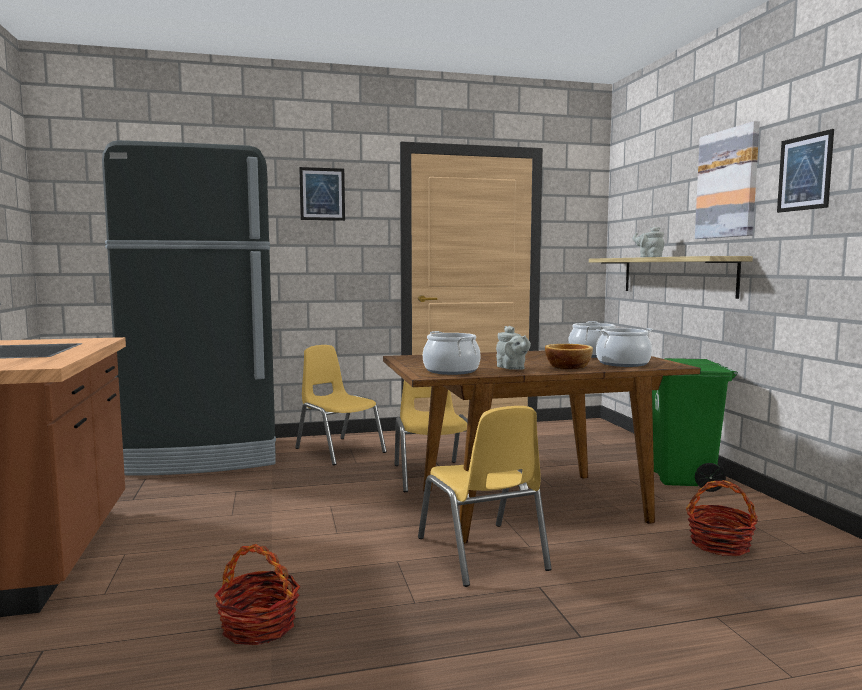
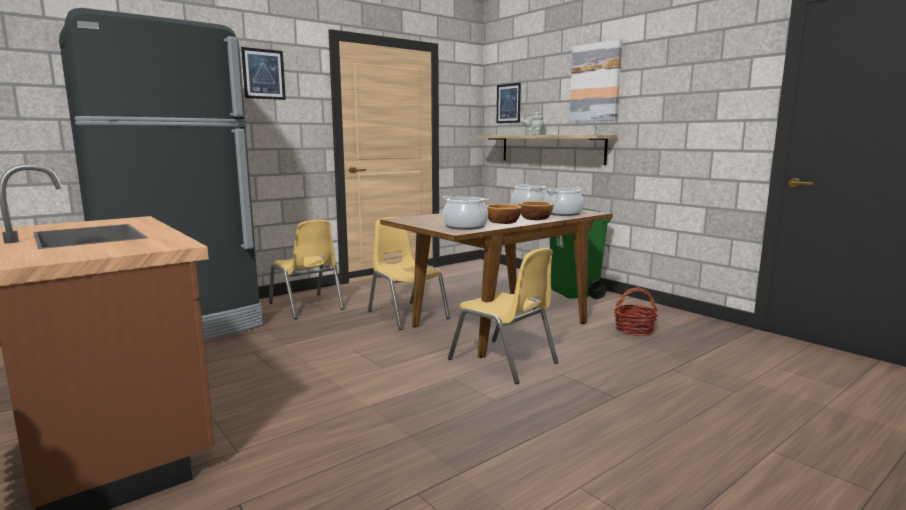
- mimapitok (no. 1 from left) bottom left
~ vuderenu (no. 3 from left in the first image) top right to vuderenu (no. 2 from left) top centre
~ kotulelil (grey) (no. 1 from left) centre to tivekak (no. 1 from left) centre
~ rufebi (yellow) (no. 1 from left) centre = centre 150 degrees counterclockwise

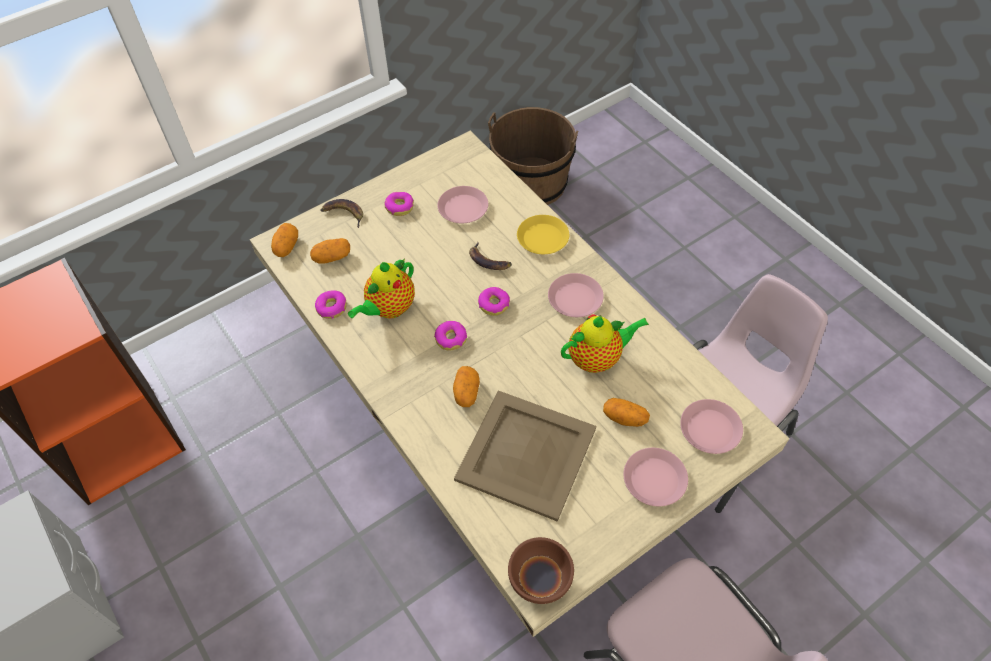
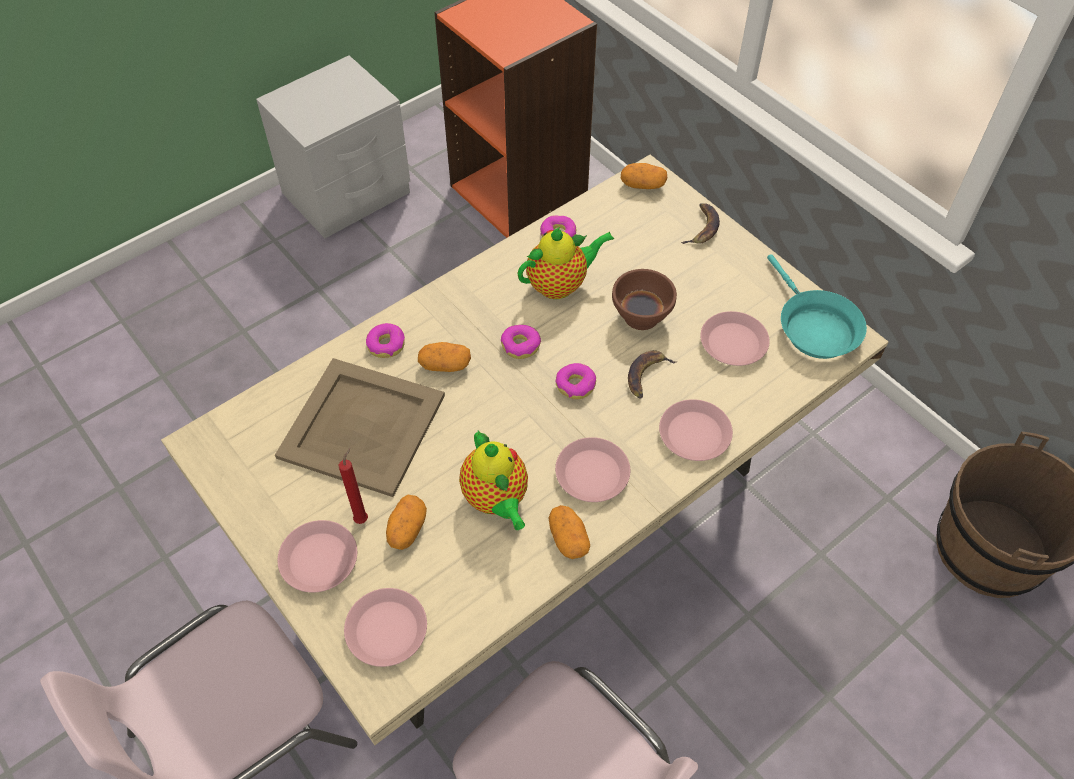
+ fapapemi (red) middle left
+ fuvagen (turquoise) middle right
~ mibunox (no. 2 from left in the first image) middle left to mibunox (no. 3 from left) bottom centre
~ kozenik (no. 2 from left in the first image) top centre to kozenik (no. 1 from left) centre
~ tivekak (brown) bottom centre to centre
~ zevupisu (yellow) centre to zevupisu (pink) (no. 4 from left) centre
~ kotulelil (no. 1 from left in the first image) centre = centre 120 degrees clockwise

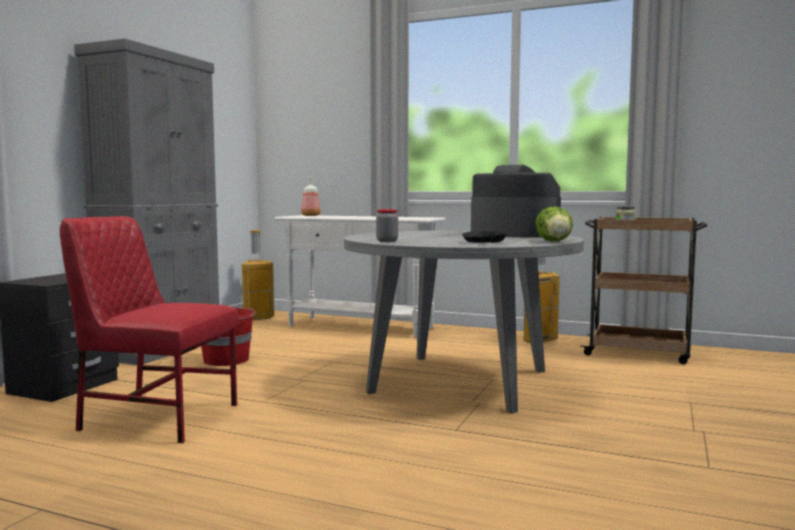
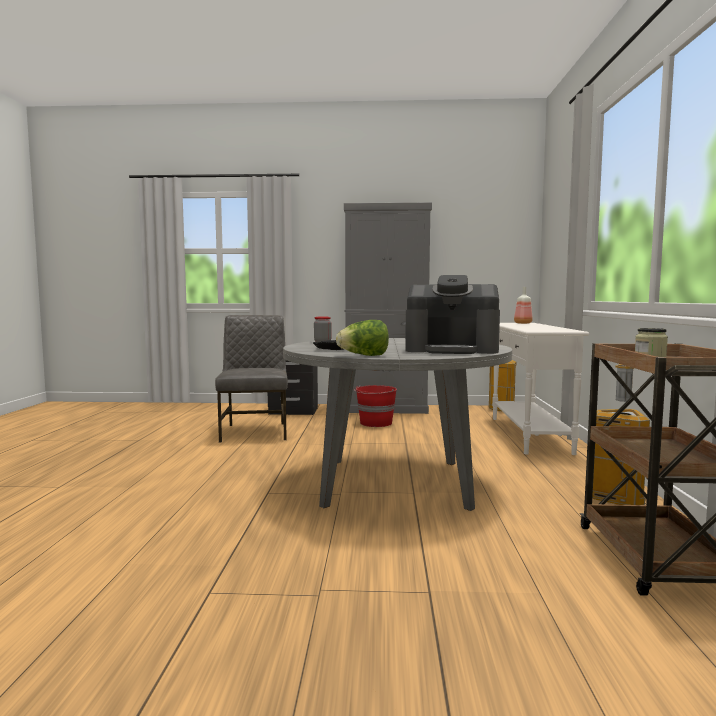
~ rufebi (red) middle left to rufebi (grey) centre
~ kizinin centre = centre 90 degrees clockwise

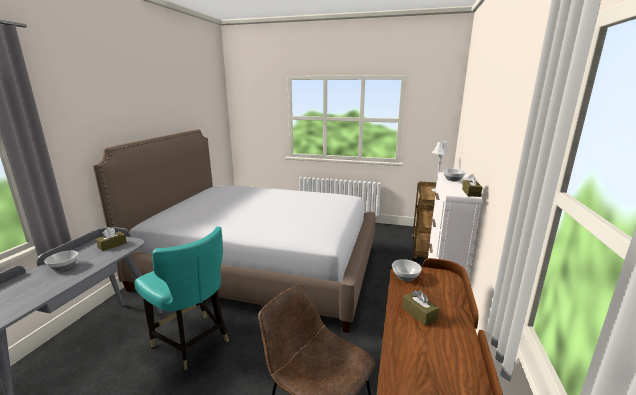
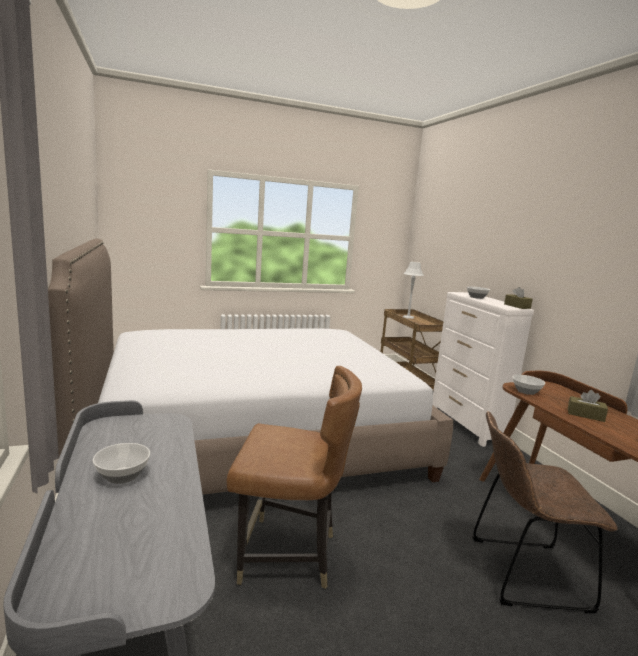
- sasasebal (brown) (no. 1 from left) middle left
~ rufebi (turquoise) bottom left to rufebi (brown) (no. 1 from left) bottom centre

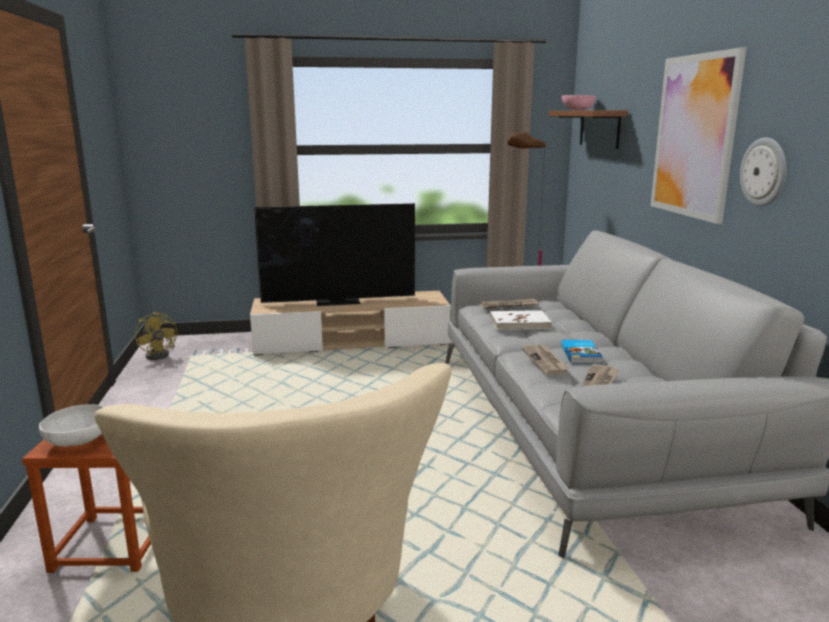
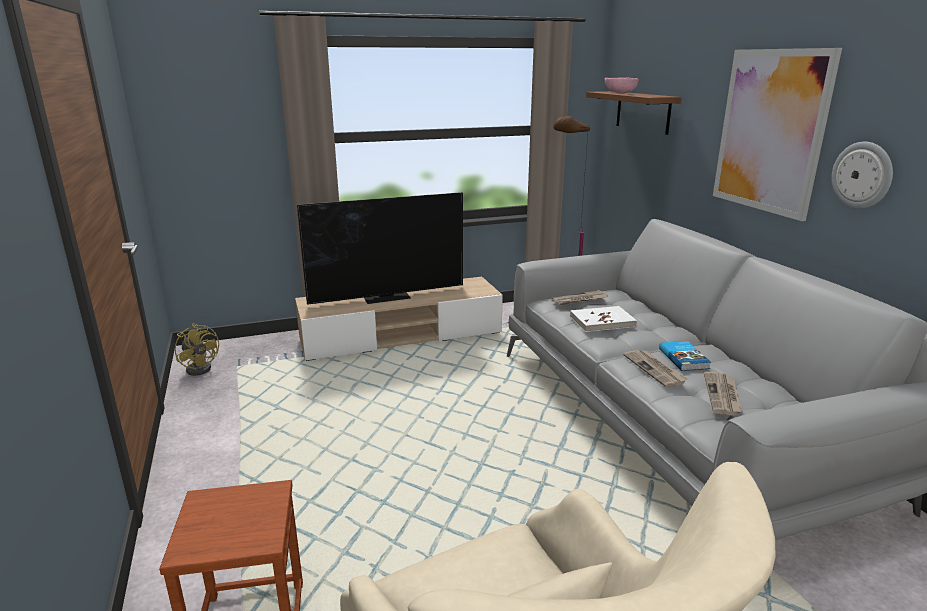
- tivekak (white) bottom left

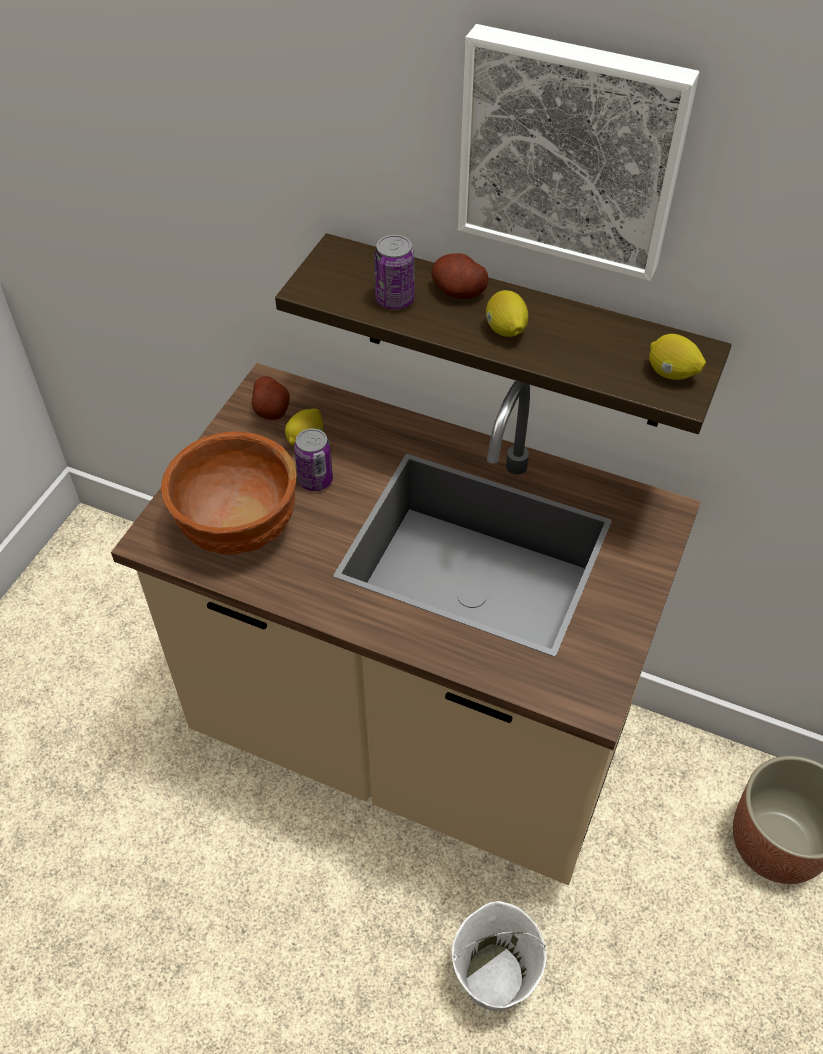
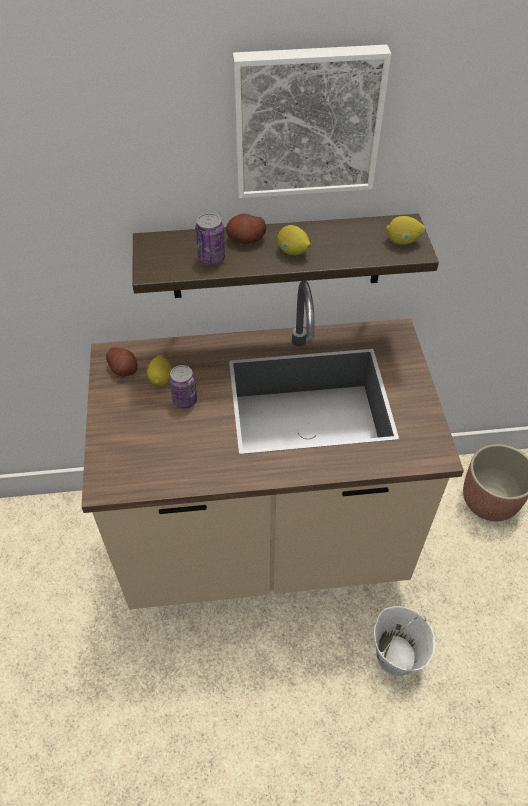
- tivekak (brown) middle left

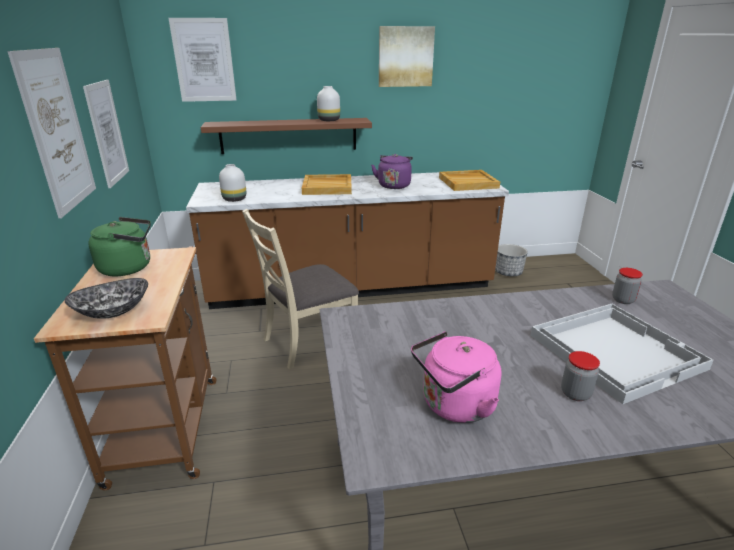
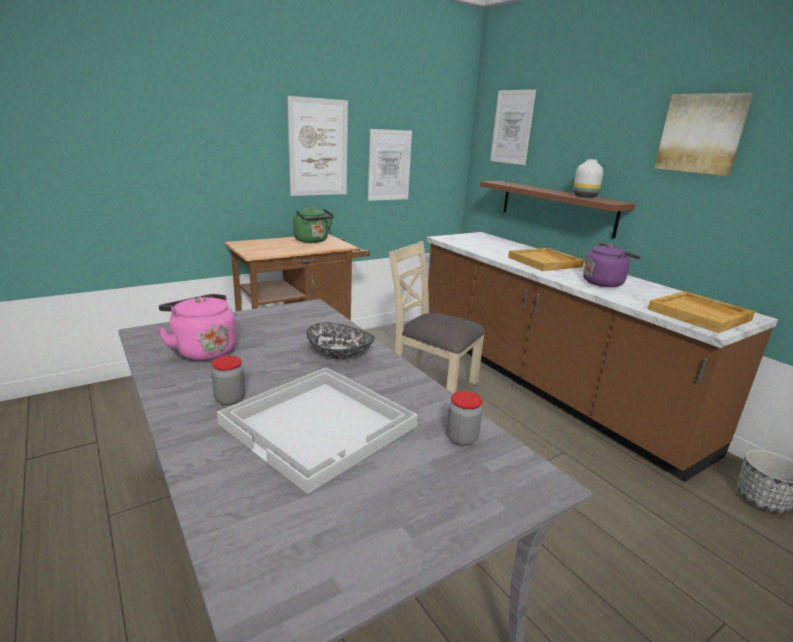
- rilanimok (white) (no. 1 from left) top left
~ tivekak middle left to centre

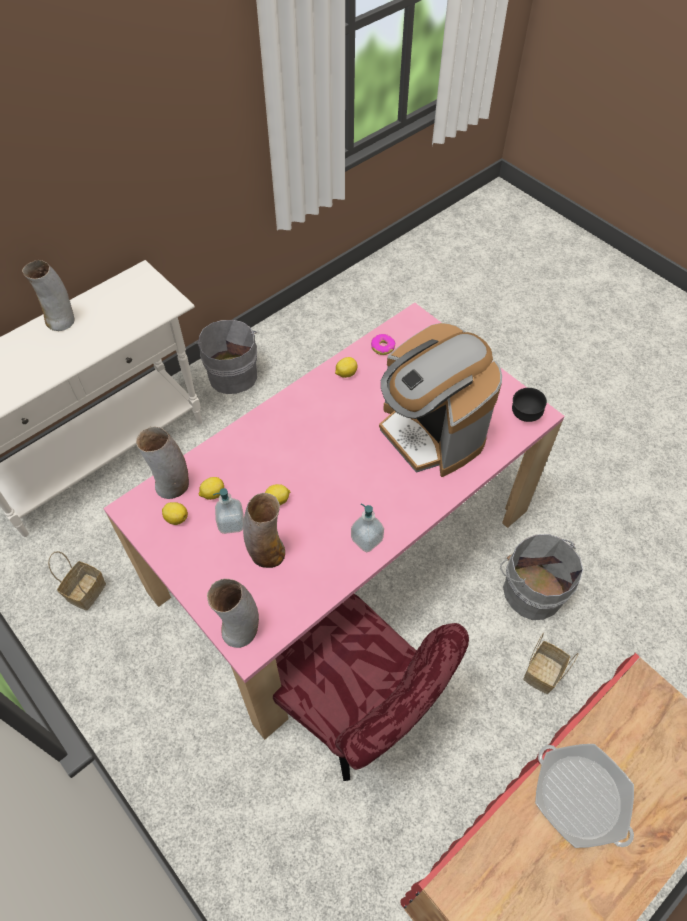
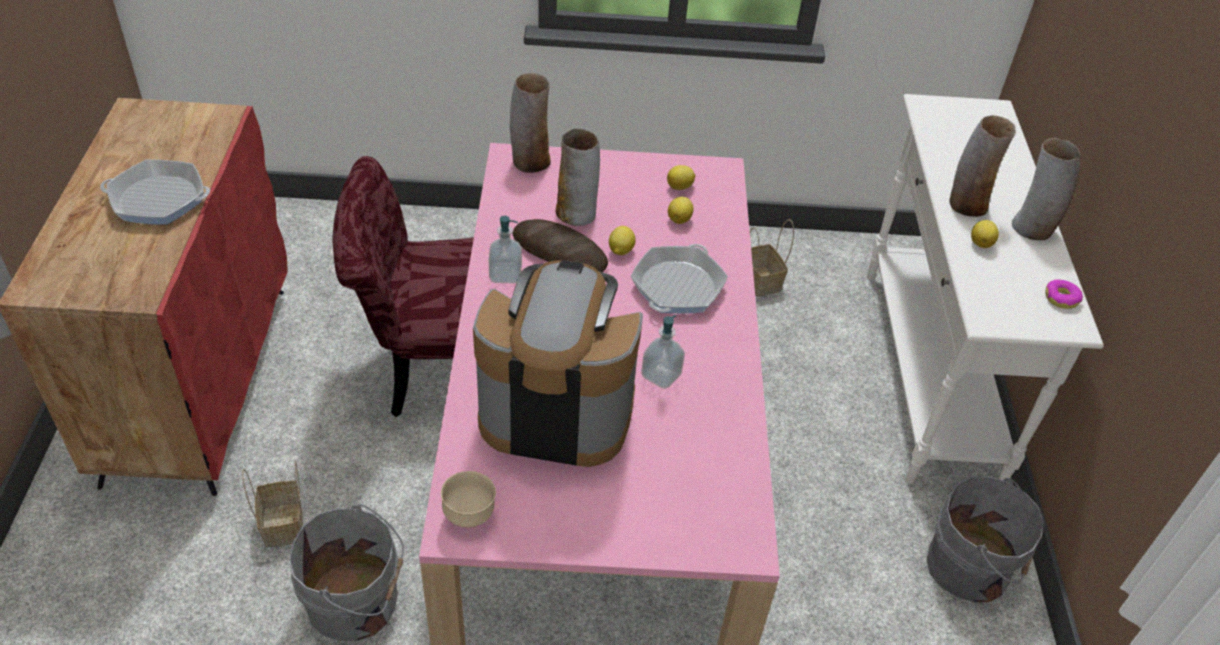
+ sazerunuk centre
+ fuvagen (no. 2 from left) centre
~ rilanimok (no. 2 from left in the first image) middle left to rilanimok (no. 3 from left) top right
~ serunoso (no. 1 from left in the first image) middle left to serunoso (no. 2 from left) centre
~ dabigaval (no. 4 from left) centre to middle right
~ kozenik centre to middle right
~ tivekak (black) middle right to tivekak (beige) bottom centre

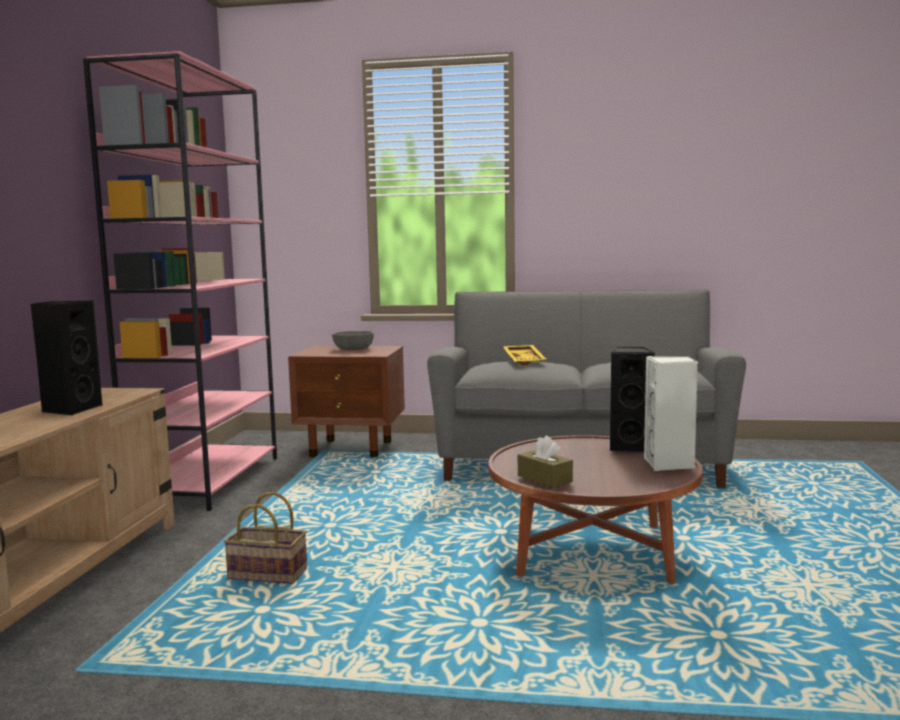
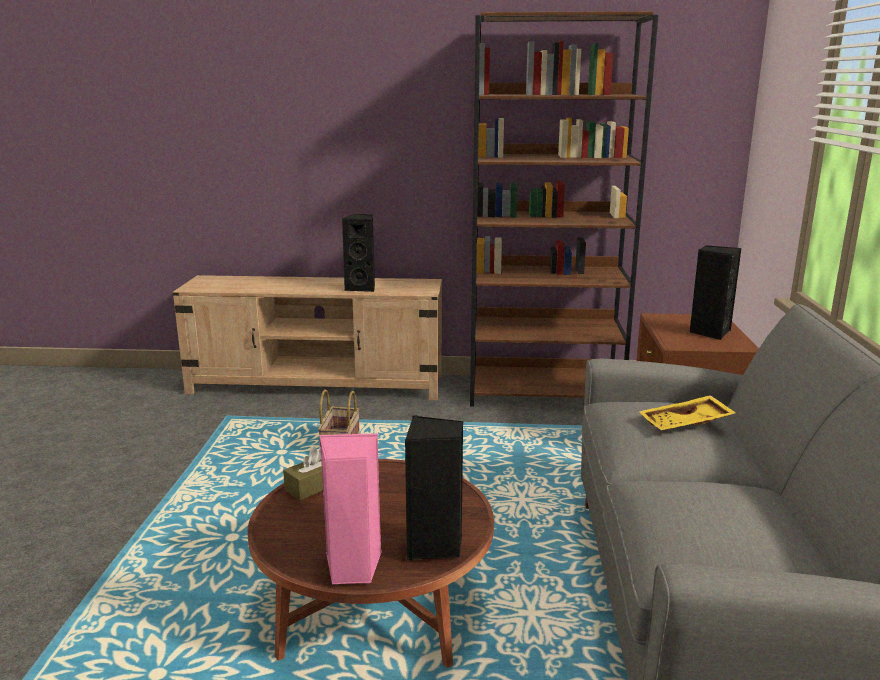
~ tivekak (grey) centre to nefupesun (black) (no. 3 from left) middle right
~ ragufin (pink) middle left to ragufin (brown) top centre
~ nefupesun (white) middle right to nefupesun (pink) bottom centre

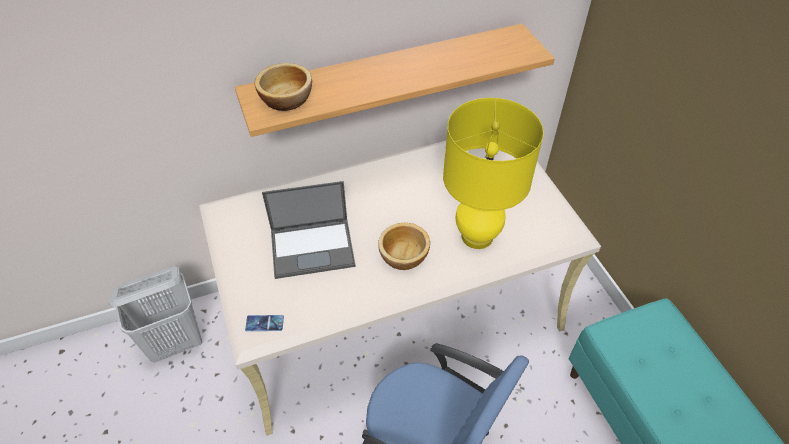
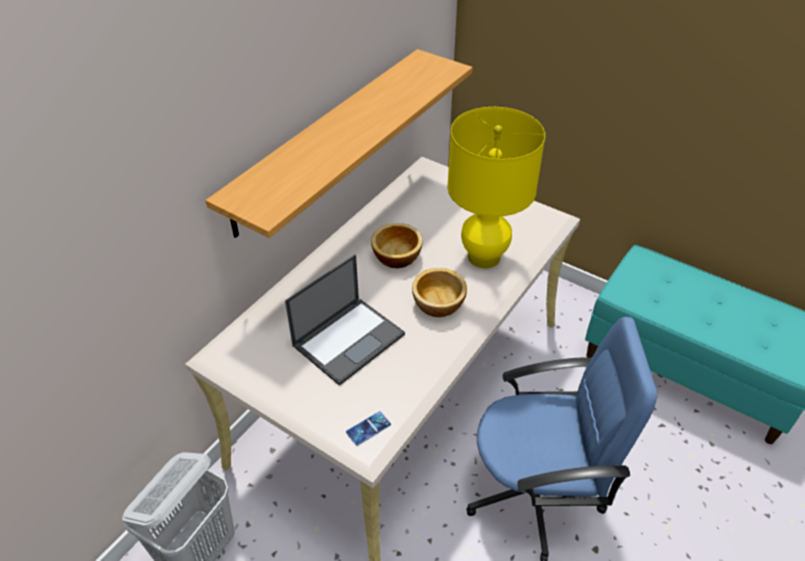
~ tivekak (no. 1 from left) top centre to centre

